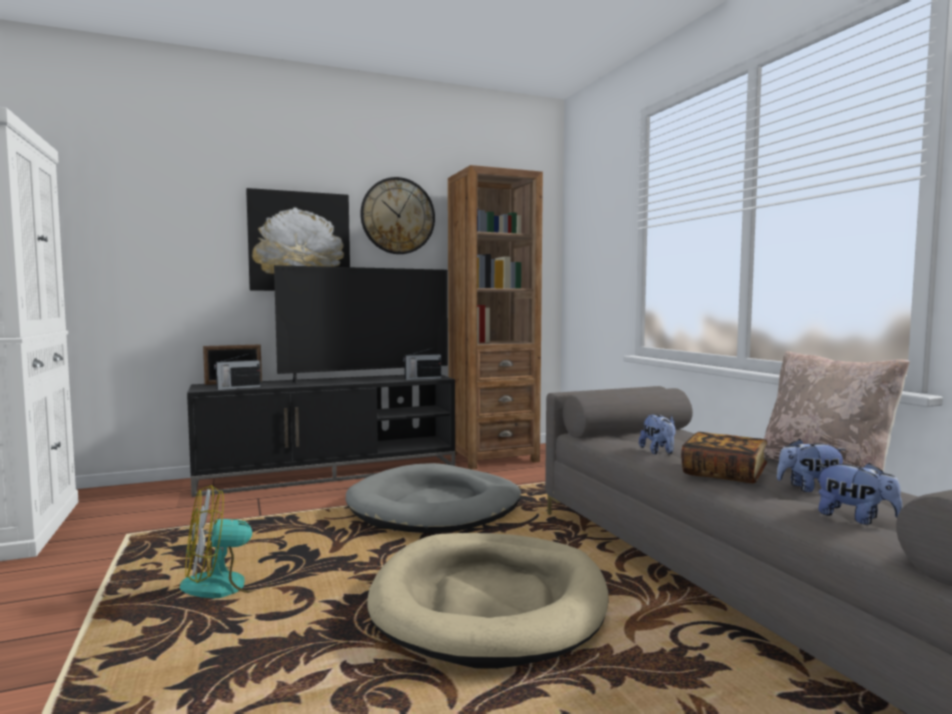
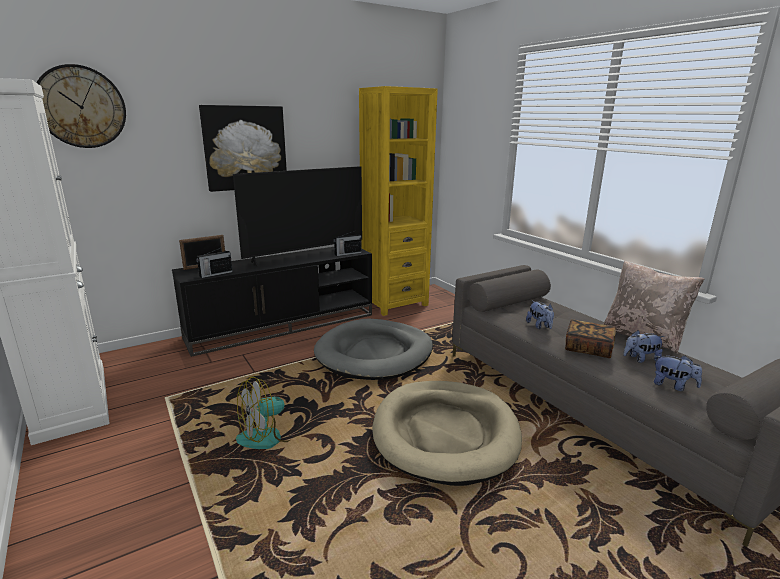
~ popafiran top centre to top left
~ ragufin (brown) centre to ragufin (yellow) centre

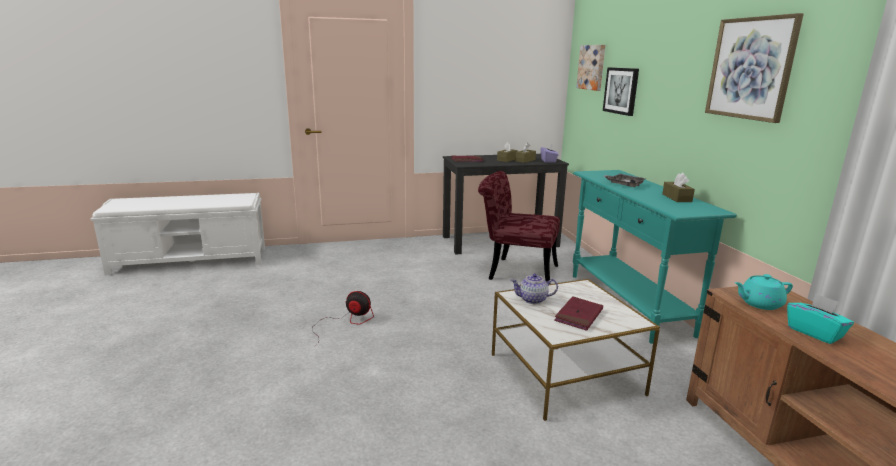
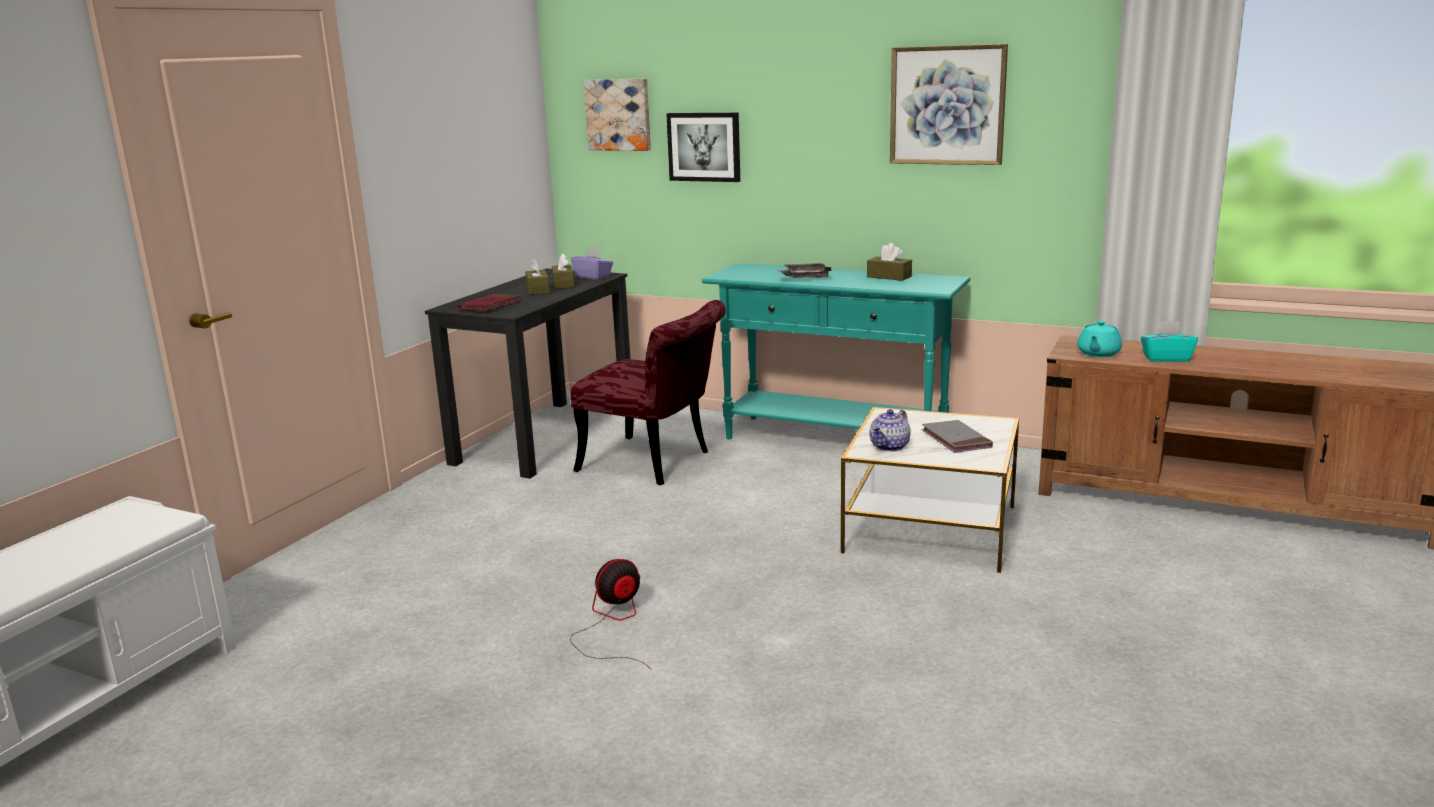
~ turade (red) (no. 2 from left) bottom centre to turade (grey) middle right
~ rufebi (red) centre = centre 120 degrees counterclockwise

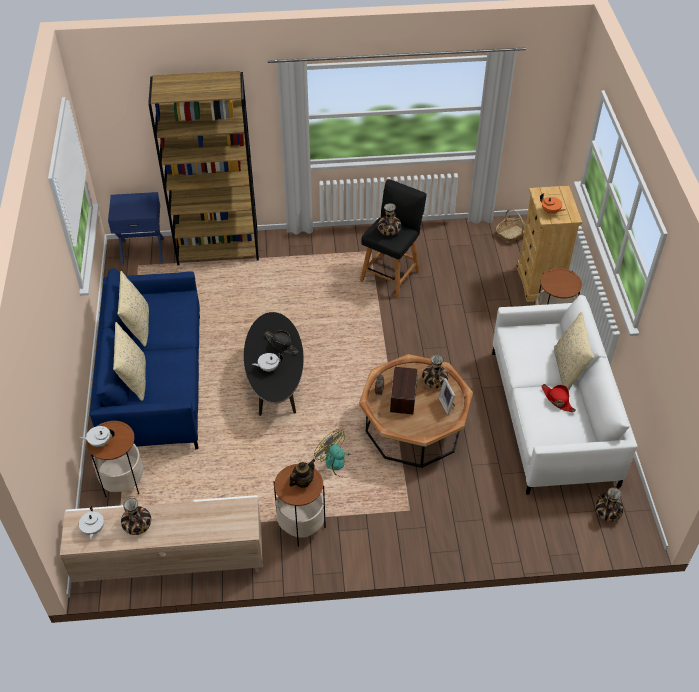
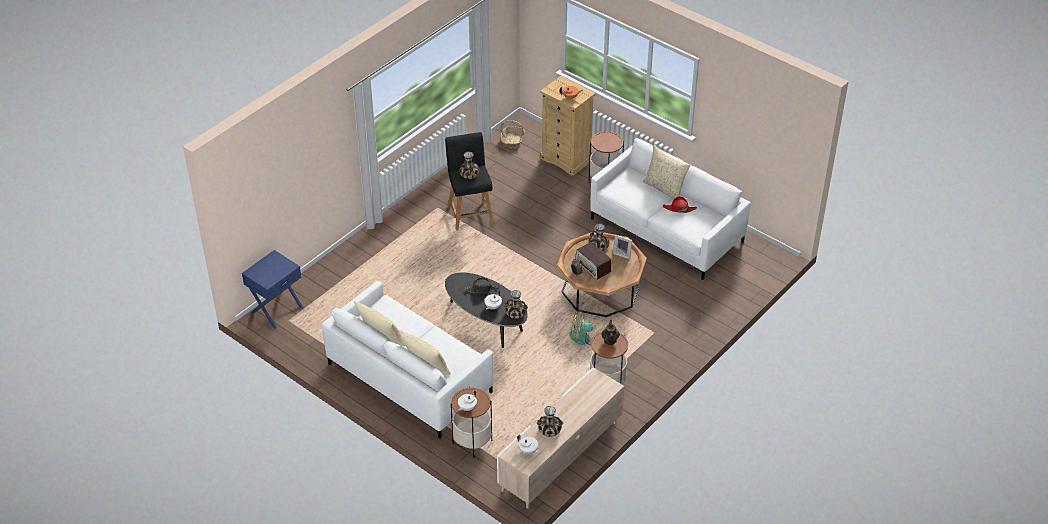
- ragufin (brown) top left
~ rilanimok (no. 4 from left in the first image) bottom right to rilanimok (no. 2 from left) centre
~ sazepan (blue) middle left to sazepan (white) (no. 1 from left) bottom centre

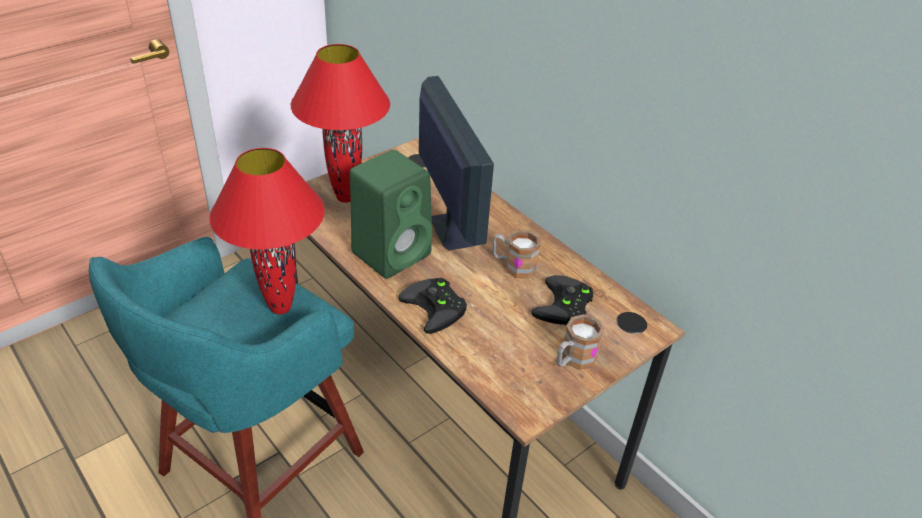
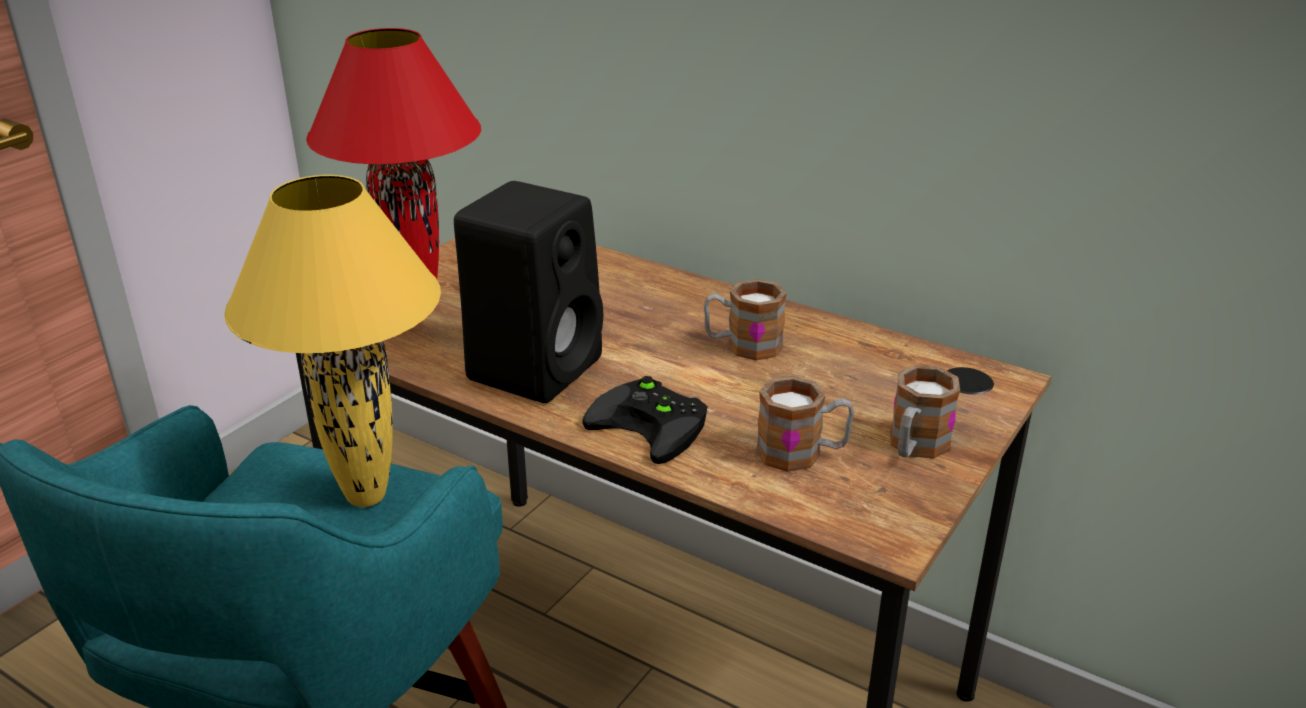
- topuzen top centre
- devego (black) (no. 2 from left) centre
+ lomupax (no. 2 from left) centre
~ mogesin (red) (no. 1 from left) middle left to mogesin (yellow) middle left
~ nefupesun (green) centre to nefupesun (black) centre

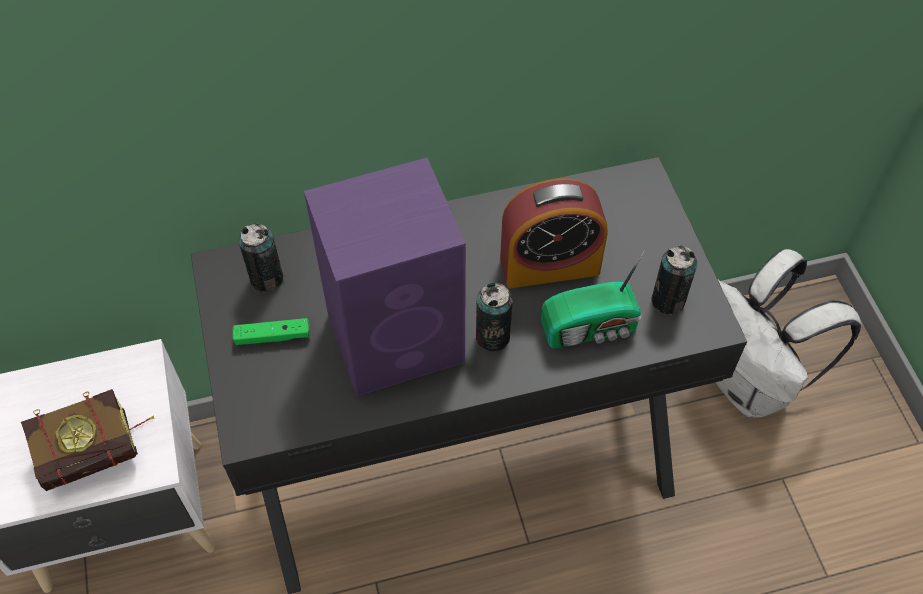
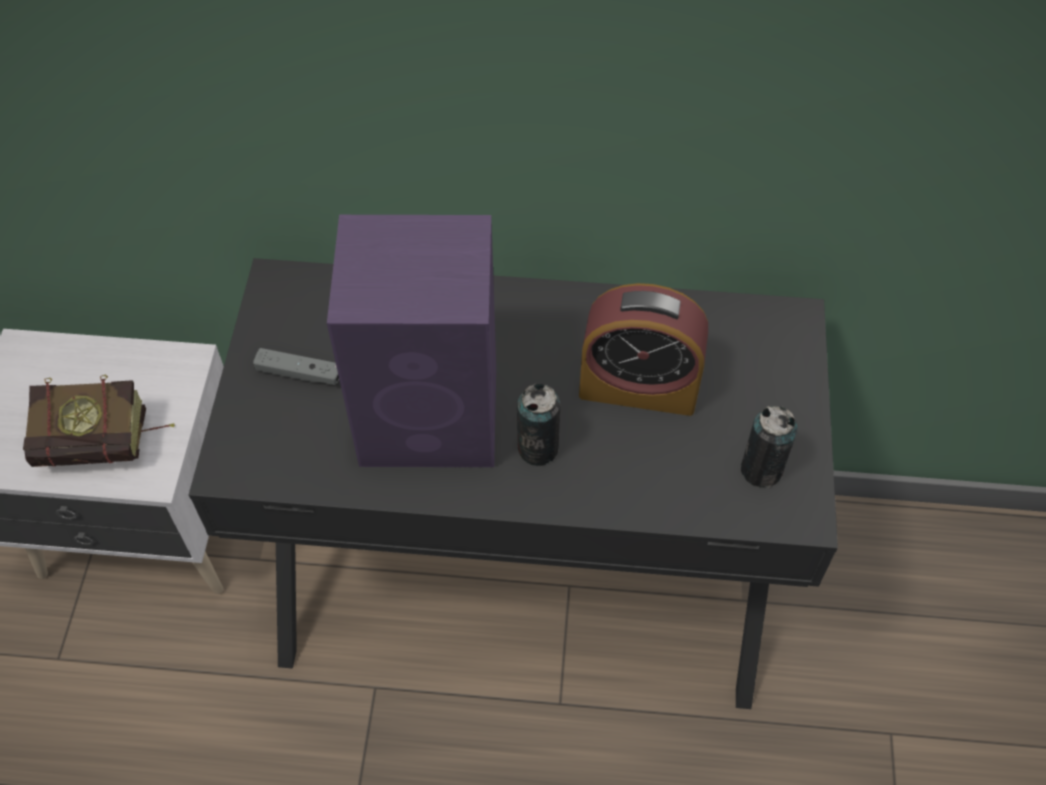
- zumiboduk (no. 1 from left) middle left
- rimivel centre
- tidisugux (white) middle right
~ devego (green) middle left to devego (grey) middle left

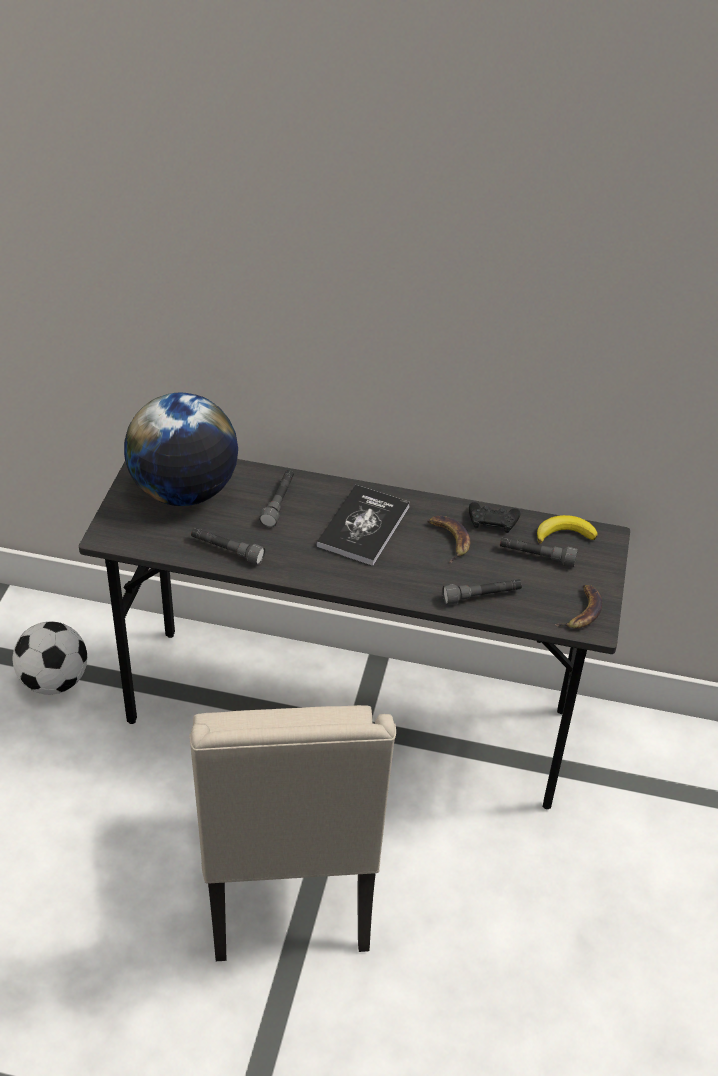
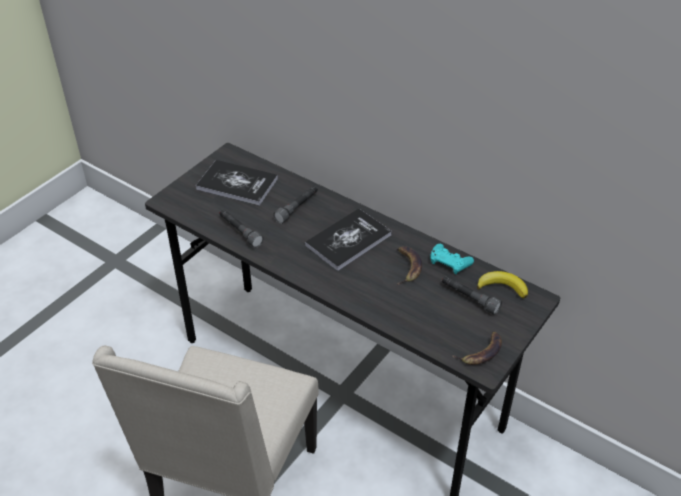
- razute middle left
- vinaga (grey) (no. 3 from left) middle right
~ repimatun middle left to turade (no. 1 from left) centre
~ devego (black) middle right to devego (turquoise) centre

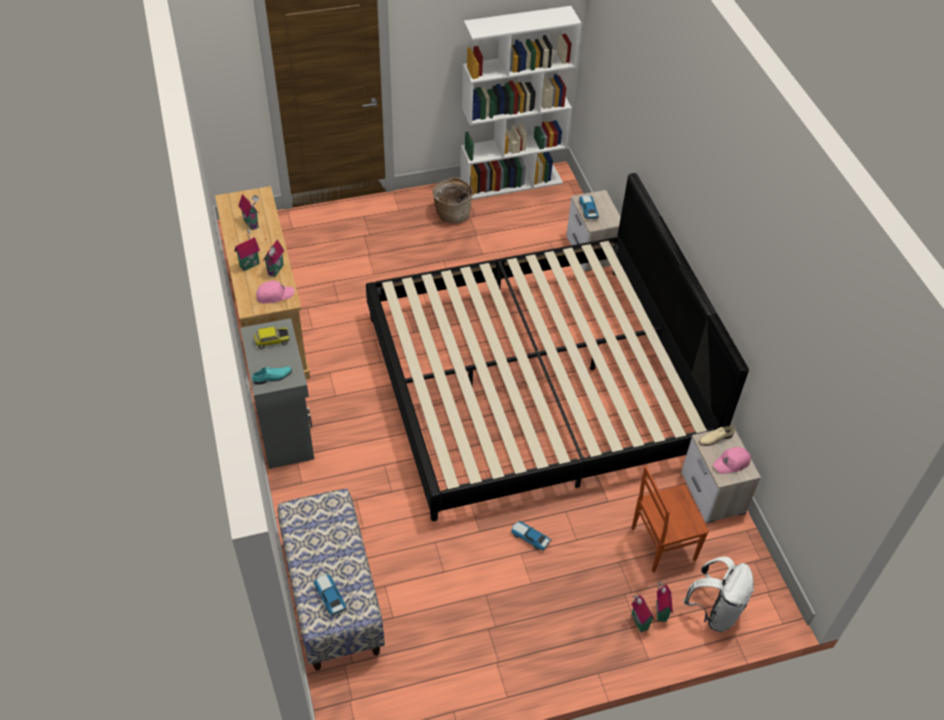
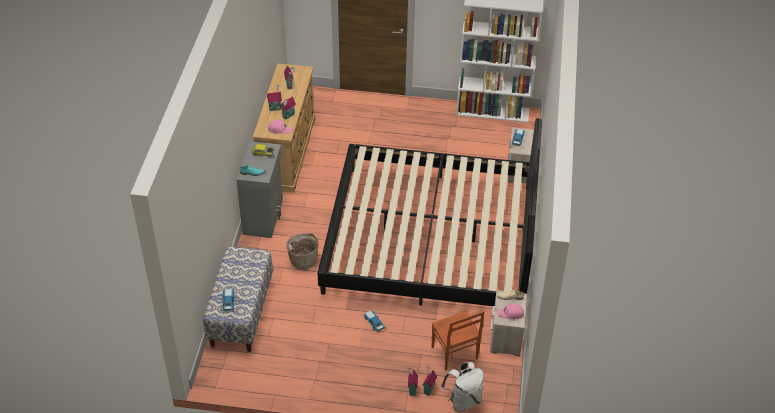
~ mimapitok top centre to centre
~ rufebi (brown) bottom right = bottom centre 120 degrees counterclockwise

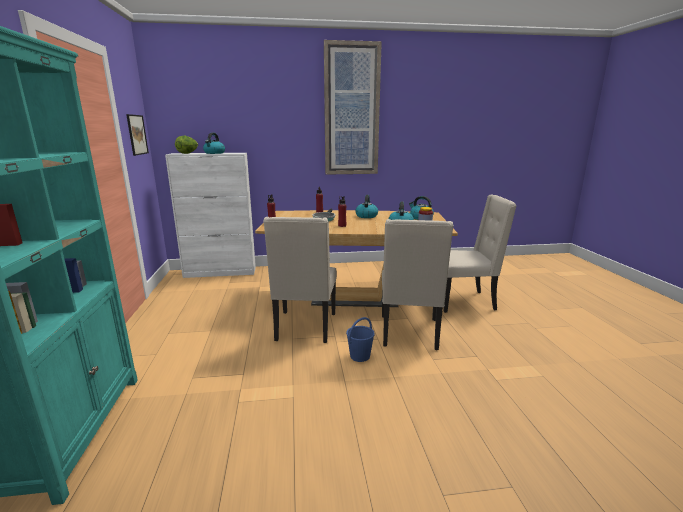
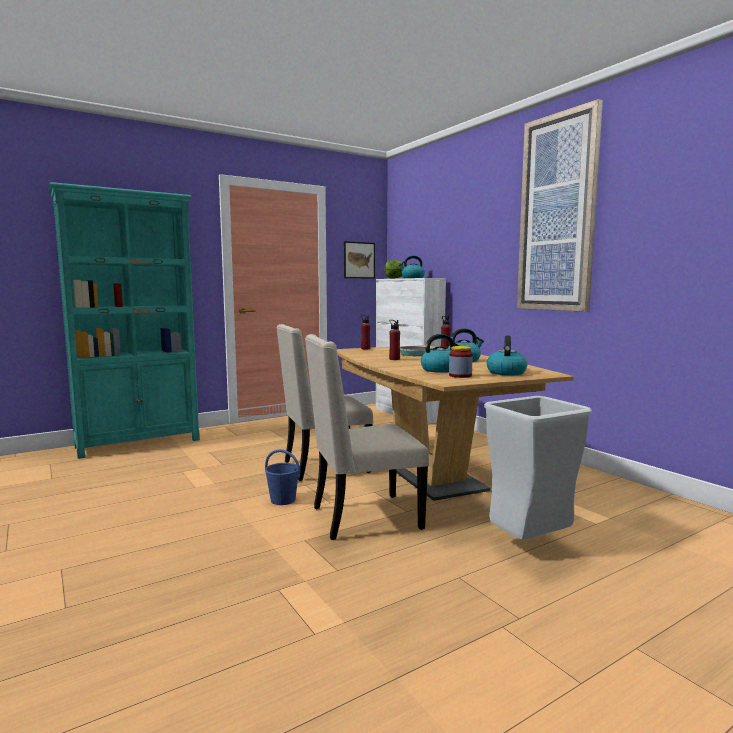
~ rufebi (beige) (no. 3 from left) middle right to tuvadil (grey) middle right

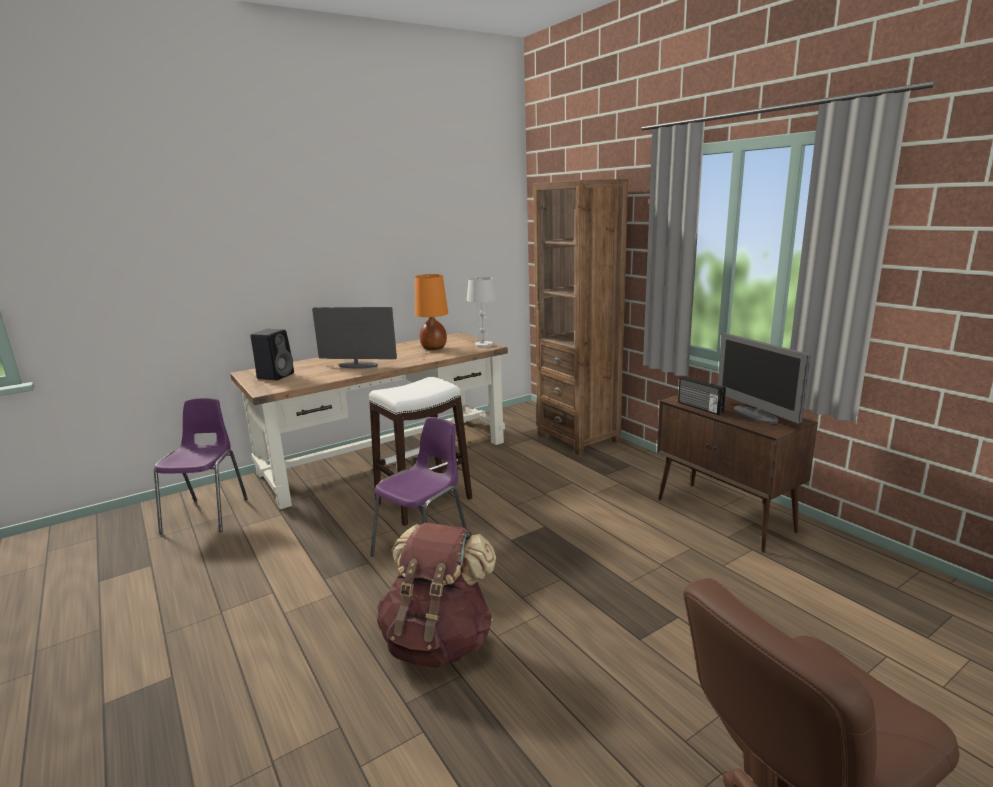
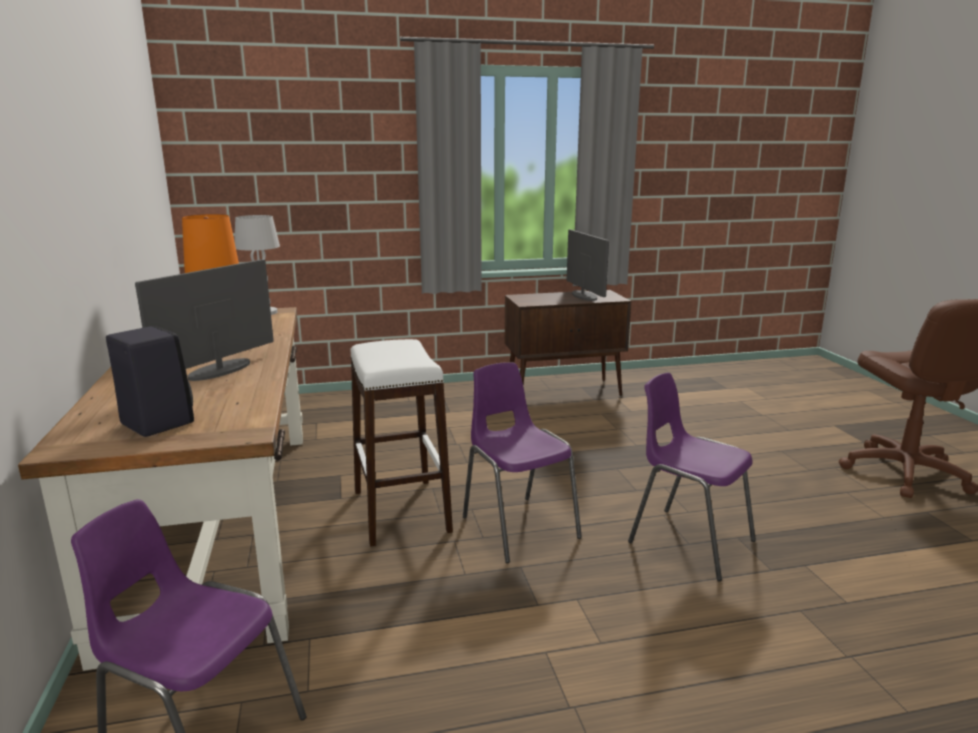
- ragufin (brown) centre
- rimivel middle right
~ tidisugux (brown) bottom centre to rufebi (purple) (no. 3 from left) middle right
~ topuzen (no. 2 from left) middle right = centre 105 degrees counterclockwise

